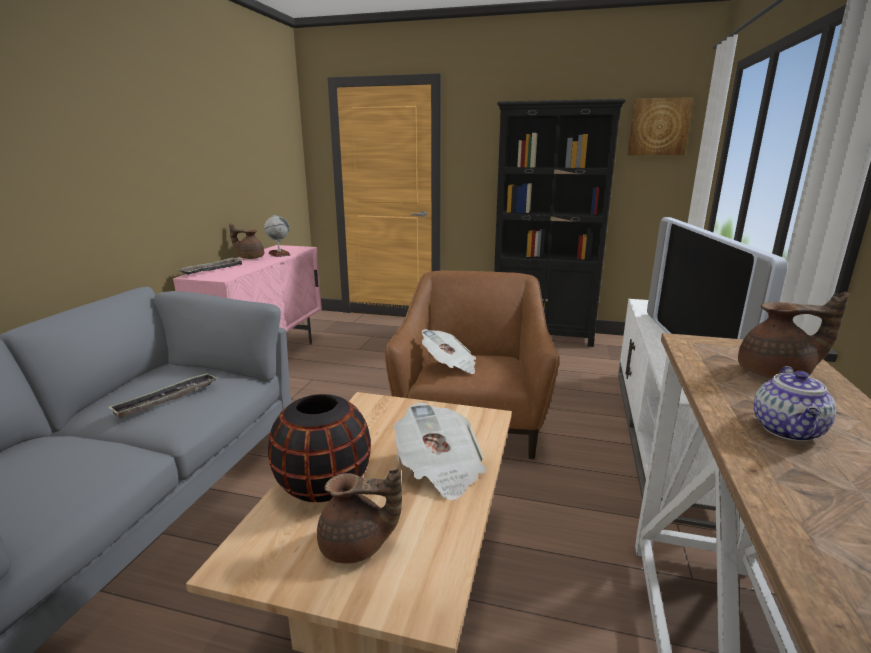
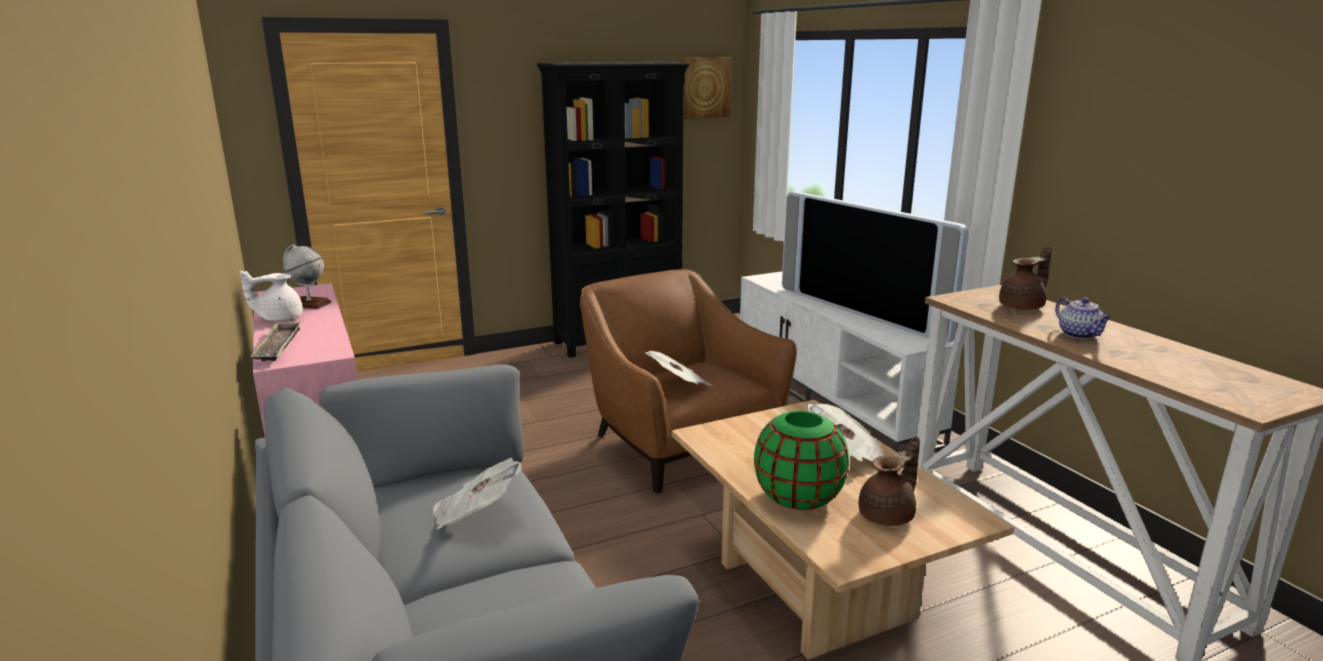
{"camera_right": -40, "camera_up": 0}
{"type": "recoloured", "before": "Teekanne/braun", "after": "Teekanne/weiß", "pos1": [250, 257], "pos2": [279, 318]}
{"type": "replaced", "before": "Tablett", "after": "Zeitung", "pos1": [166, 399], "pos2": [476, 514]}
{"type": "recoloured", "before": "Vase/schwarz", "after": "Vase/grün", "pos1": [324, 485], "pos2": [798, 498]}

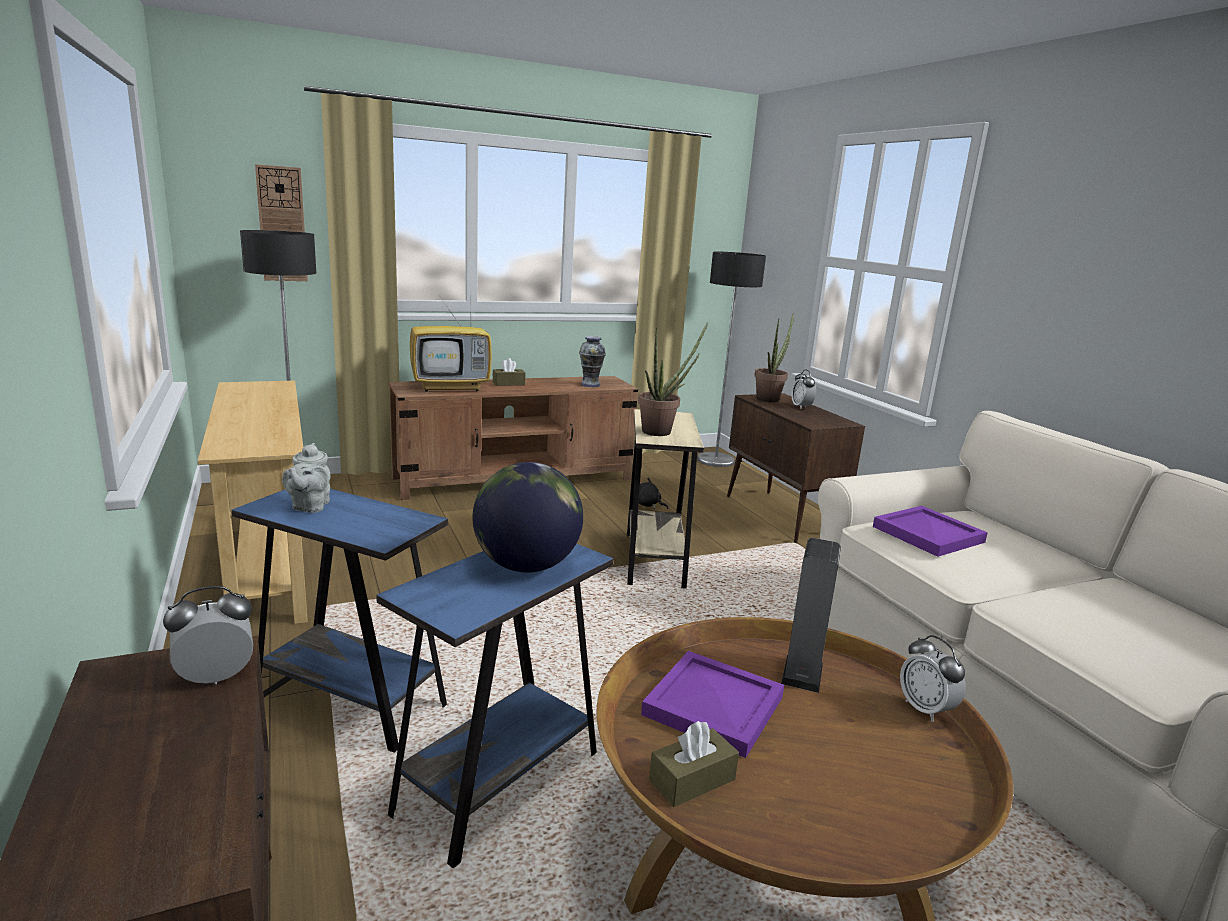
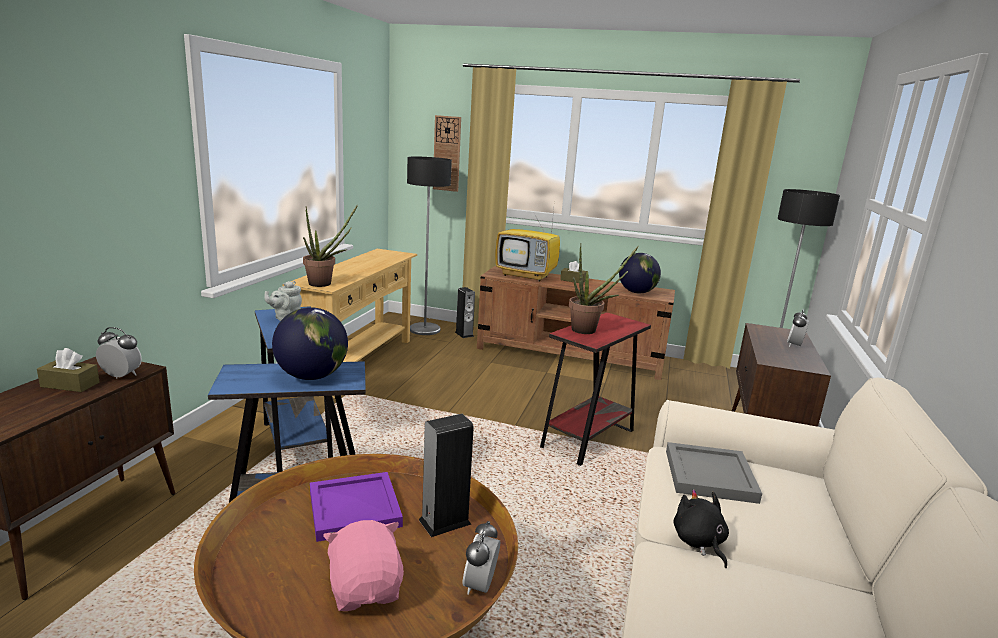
{"camera_right": 40, "camera_up": 0}
{"type": "moved", "before": "Taschentuchbox/braun", "pos1": [692, 780], "pos2": [70, 384]}
{"type": "moved", "before": "Topfpflanze", "pos1": [770, 398], "pos2": [325, 284]}
{"type": "added", "after": "Plüschtier/rosa", "pos2": [366, 589]}
{"type": "added", "after": "Lautsprecher", "pos2": [464, 334]}
{"type": "recoloured", "before": "Beistelltisch/beige", "after": "Beistelltisch/rot", "pos1": [654, 560], "pos2": [588, 439]}
{"type": "replaced", "before": "Vase", "after": "Globus", "pos1": [590, 385], "pos2": [637, 292]}
{"type": "recoloured", "before": "Tablett/lila", "after": "Tablett/grau", "pos1": [927, 533], "pos2": [710, 475]}
{"type": "moved", "before": "Plüschtier/schwarz", "pos1": [648, 505], "pos2": [699, 542]}

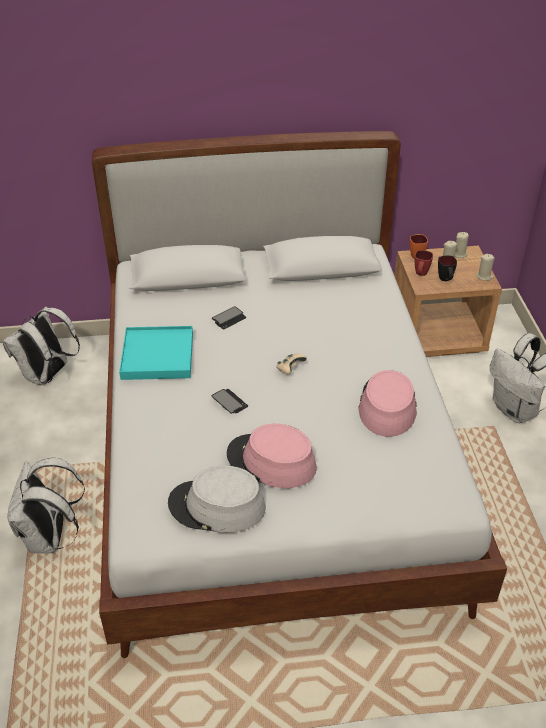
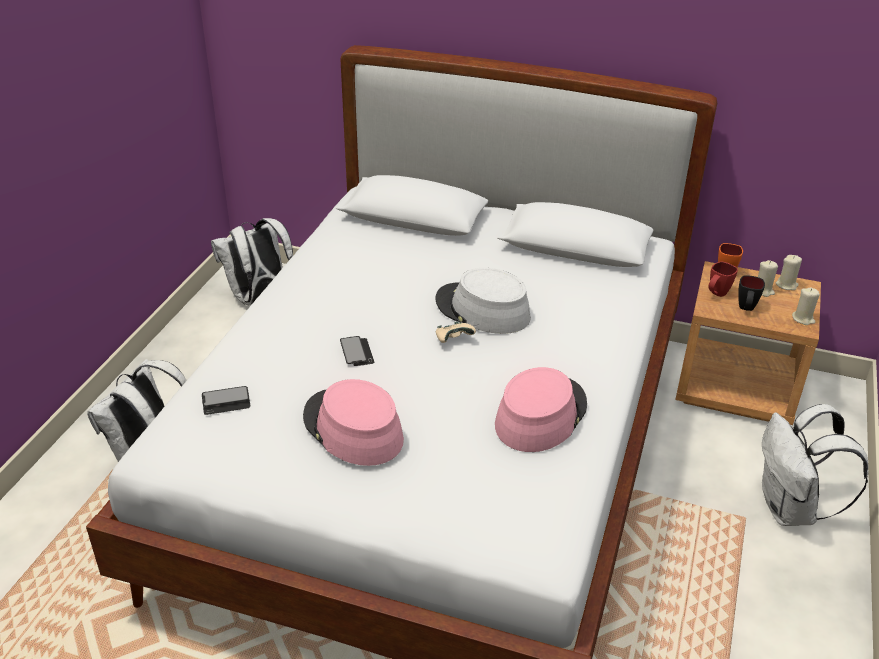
{"camera_right": 25, "camera_up": -5}
{"type": "moved", "before": "Handy", "pos1": [229, 319], "pos2": [226, 401]}
{"type": "moved", "before": "Hut/grau", "pos1": [217, 506], "pos2": [482, 310]}
{"type": "removed", "before": "Tablett/türkis", "pos1": [157, 356]}

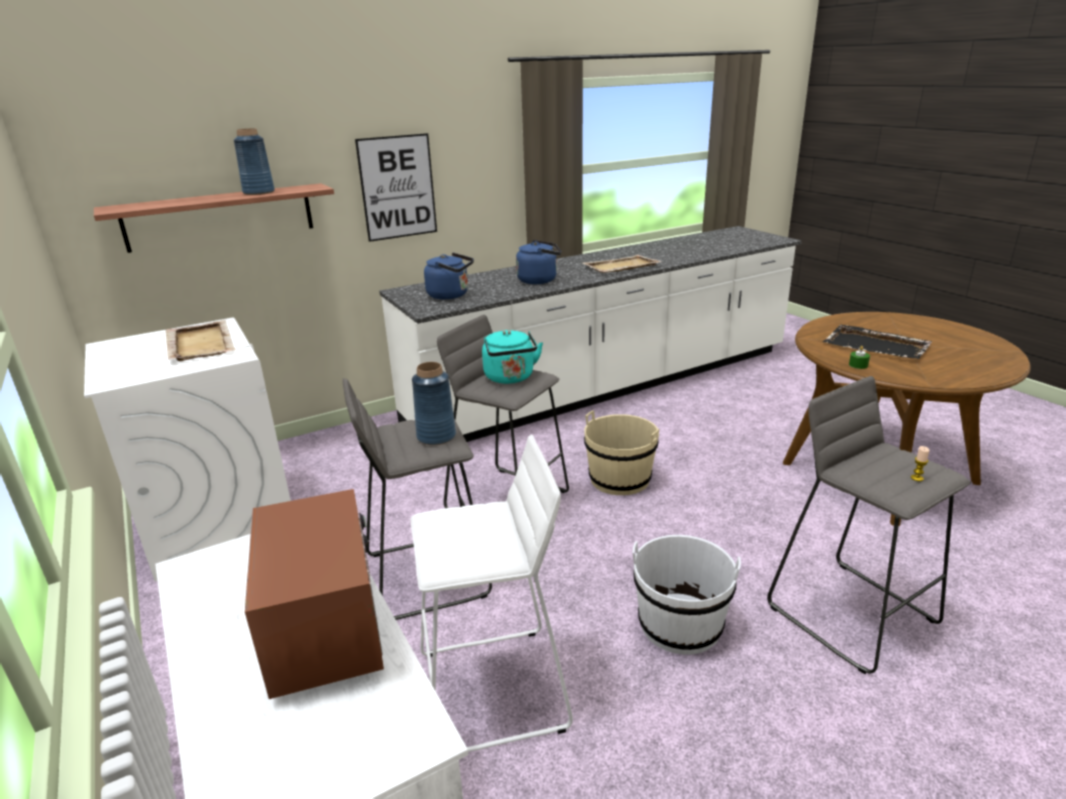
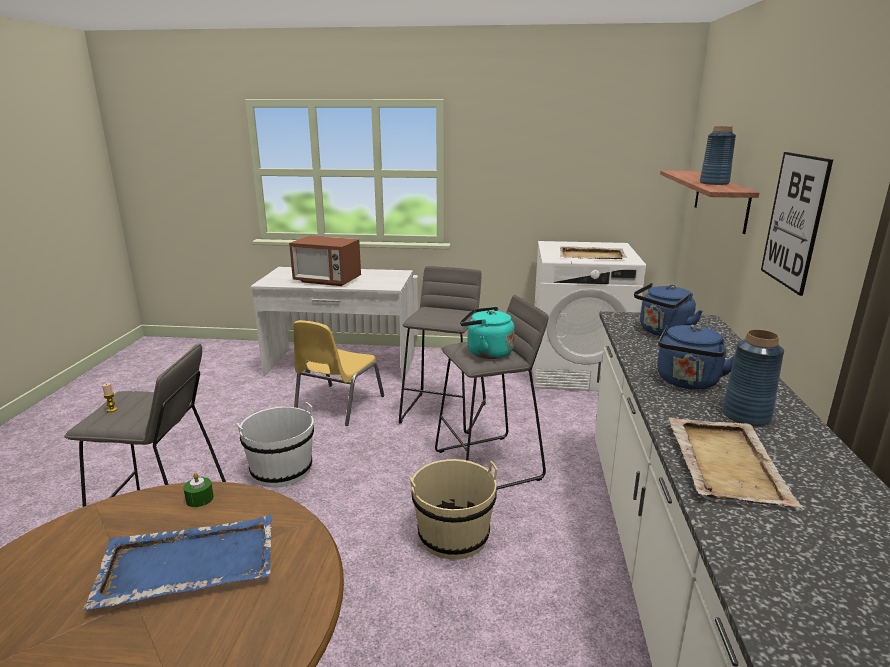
{"camera_right": 125, "camera_up": -5}
{"type": "recoloured", "before": "Tablett/schwarz", "after": "Tablett/blau", "pos1": [877, 346], "pos2": [186, 564]}
{"type": "replaced", "before": "Hocker/weiß", "after": "Stuhl/gelb", "pos1": [493, 690], "pos2": [338, 405]}
{"type": "moved", "before": "Vase/blau", "pos1": [436, 436], "pos2": [746, 416]}

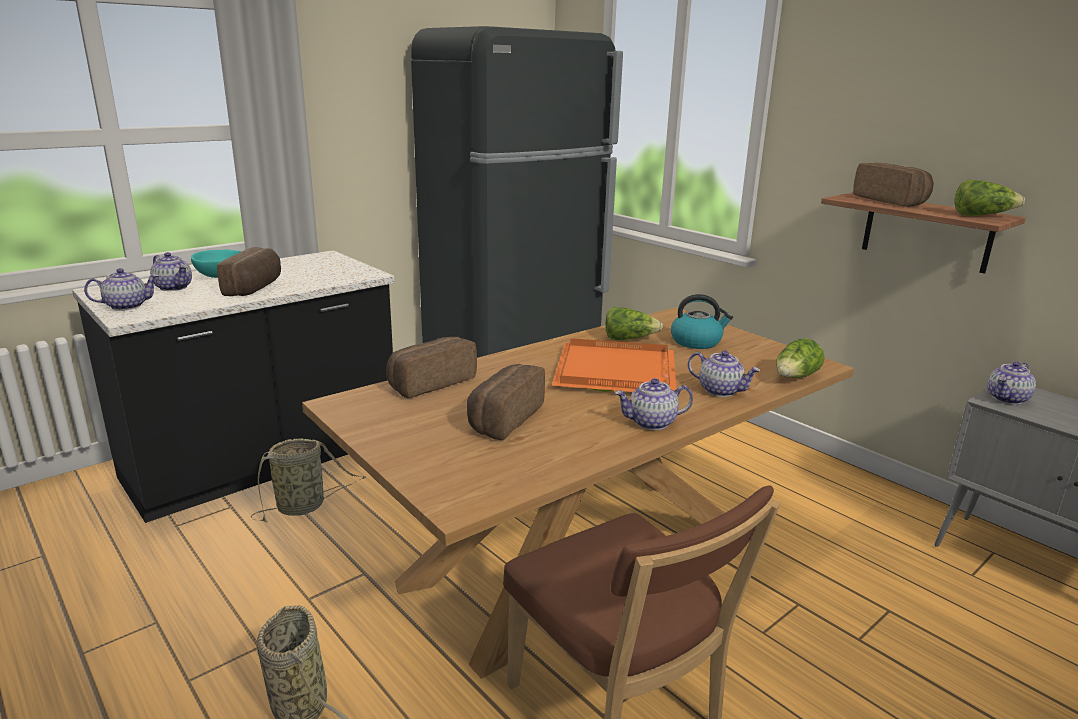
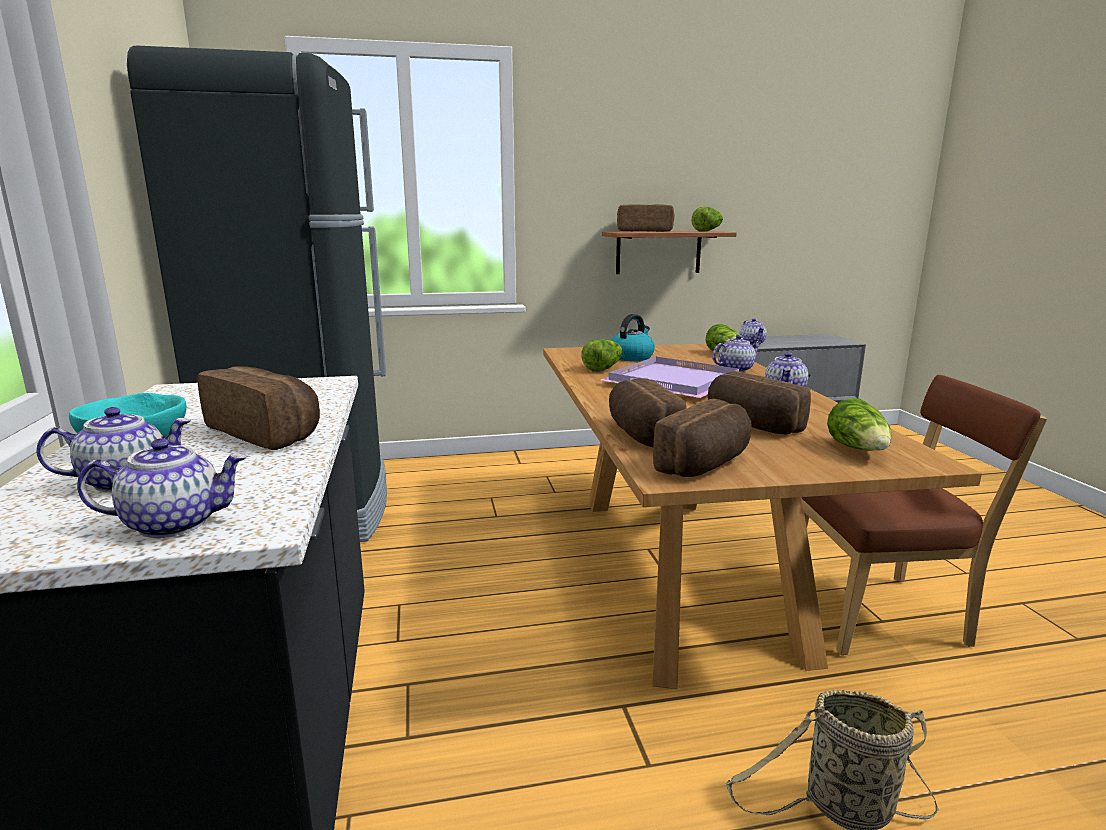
{"camera_right": -60, "camera_up": -5}
{"type": "turned", "before": "Teekanne", "pos1": [127, 306], "pos2": [175, 523], "turn": 75}
{"type": "recoloured", "before": "Tablett/orange", "after": "Tablett/lila", "pos1": [618, 373], "pos2": [676, 382]}
{"type": "added", "after": "Brot", "pos2": [706, 464]}
{"type": "added", "after": "Salatkopf", "pos2": [859, 450]}
{"type": "removed", "before": "Korb", "pos1": [304, 506]}

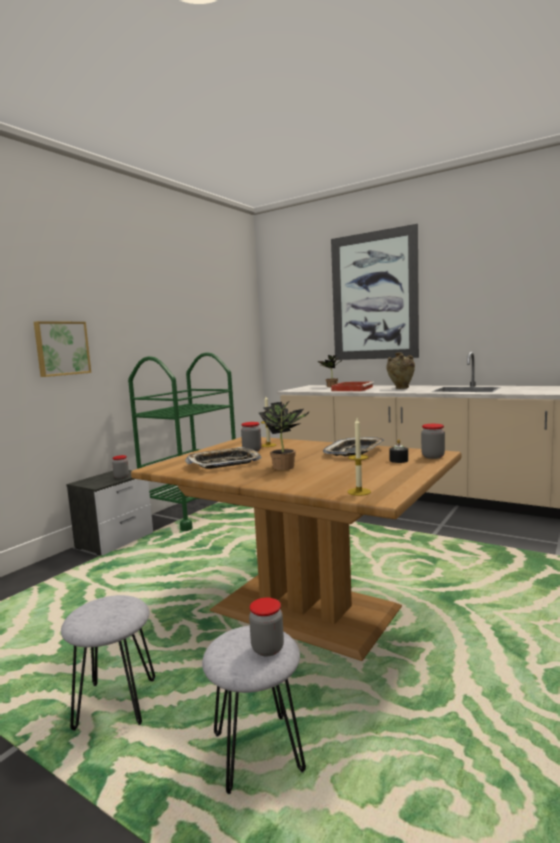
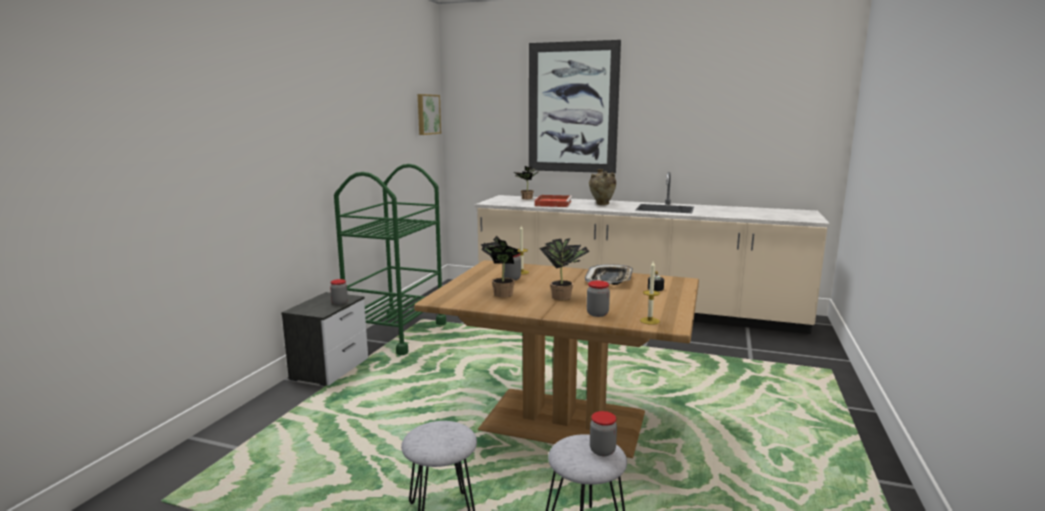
{"camera_right": -15, "camera_up": 5}
{"type": "moved", "before": "Bild", "pos1": [61, 348], "pos2": [427, 114]}
{"type": "replaced", "before": "Tablett", "after": "Topfpflanze", "pos1": [224, 463], "pos2": [500, 294]}
{"type": "moved", "before": "Vorratsglas", "pos1": [433, 456], "pos2": [597, 314]}

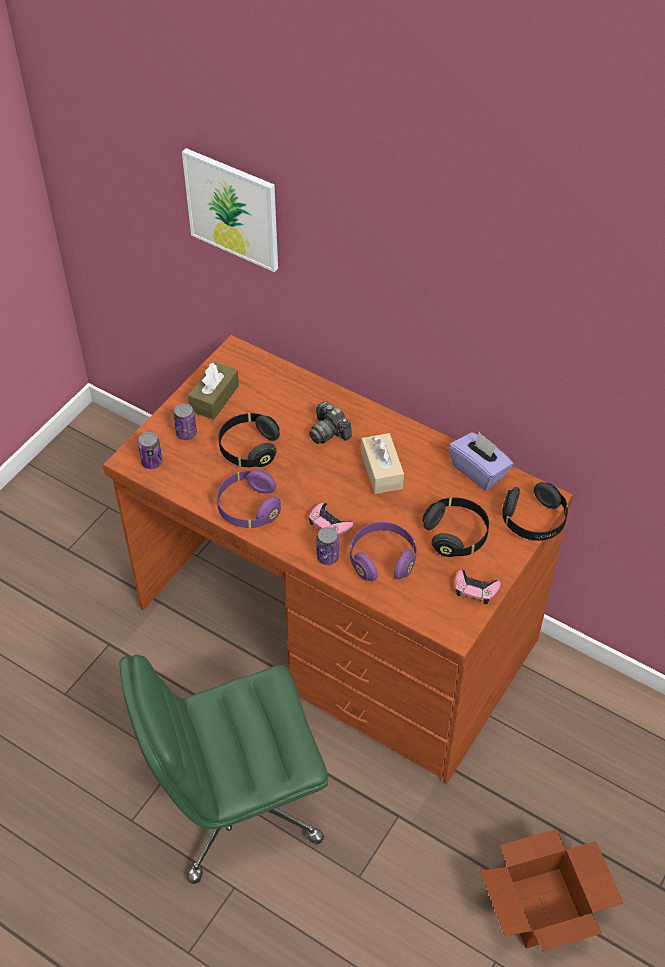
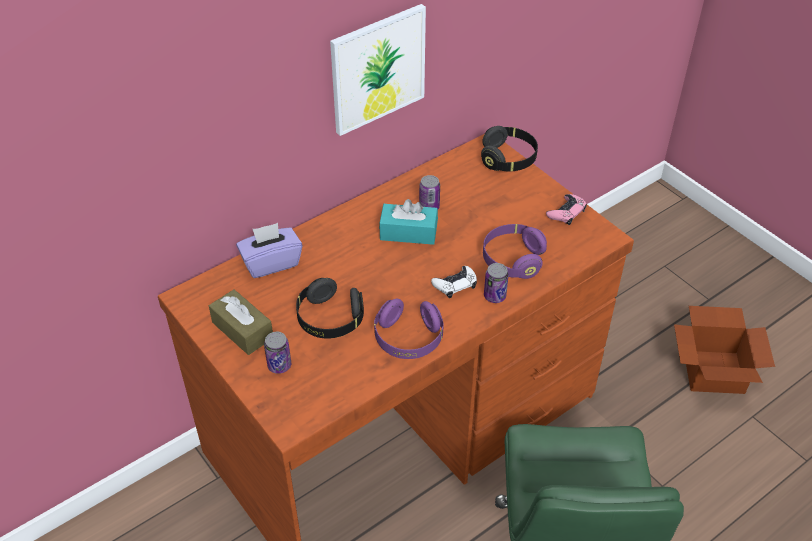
{"camera_right": -70, "camera_up": -5}
{"type": "moved", "before": "Taschentuchbox/lila", "pos1": [479, 471], "pos2": [271, 263]}
{"type": "moved", "before": "Bild", "pos1": [232, 209], "pos2": [378, 69]}
{"type": "recoloured", "before": "Taschentuchbox/beige", "after": "Taschentuchbox/türkis", "pos1": [381, 471], "pos2": [408, 232]}
{"type": "moved", "before": "Dose", "pos1": [152, 462], "pos2": [429, 207]}
{"type": "recoloured", "before": "Gamepad/rosa", "after": "Gamepad/weiß", "pos1": [329, 523], "pos2": [455, 284]}
{"type": "removed", "before": "Kamera", "pos1": [329, 432]}
{"type": "removed", "before": "Kopfhörer/schwarz", "pos1": [456, 535]}

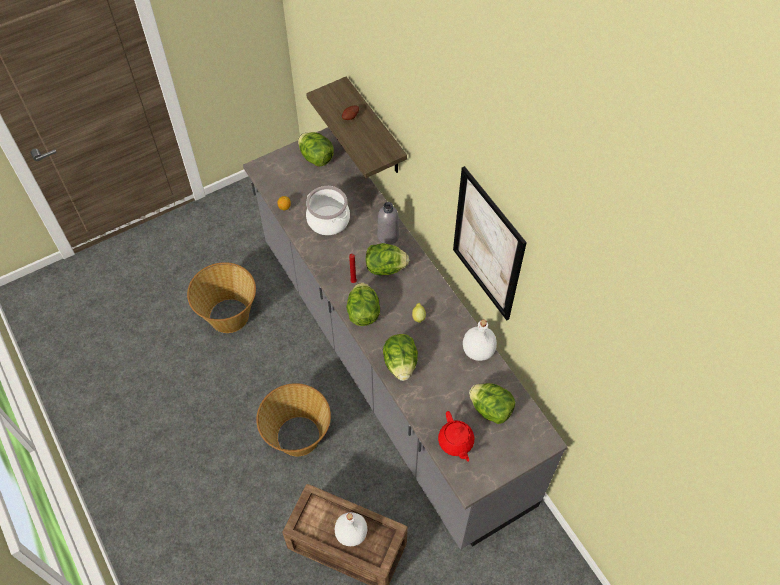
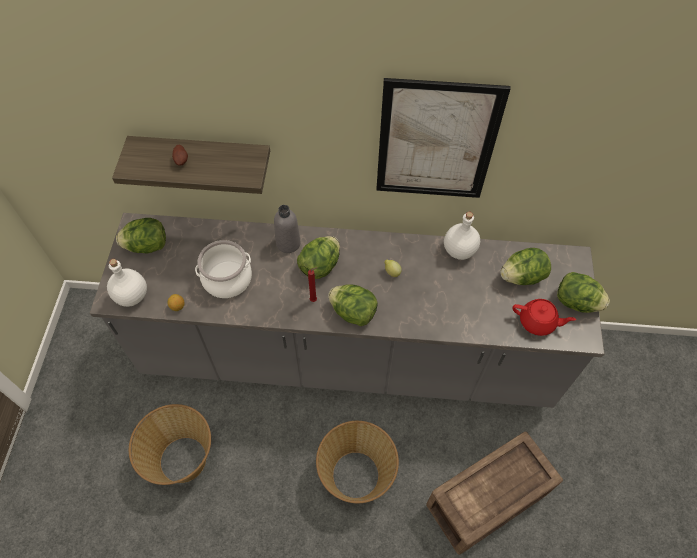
{"camera_right": -55, "camera_up": 0}
{"type": "moved", "before": "Flasche/weiß", "pos1": [352, 534], "pos2": [132, 295]}
{"type": "moved", "before": "Salatkopf", "pos1": [400, 363], "pos2": [576, 302]}

